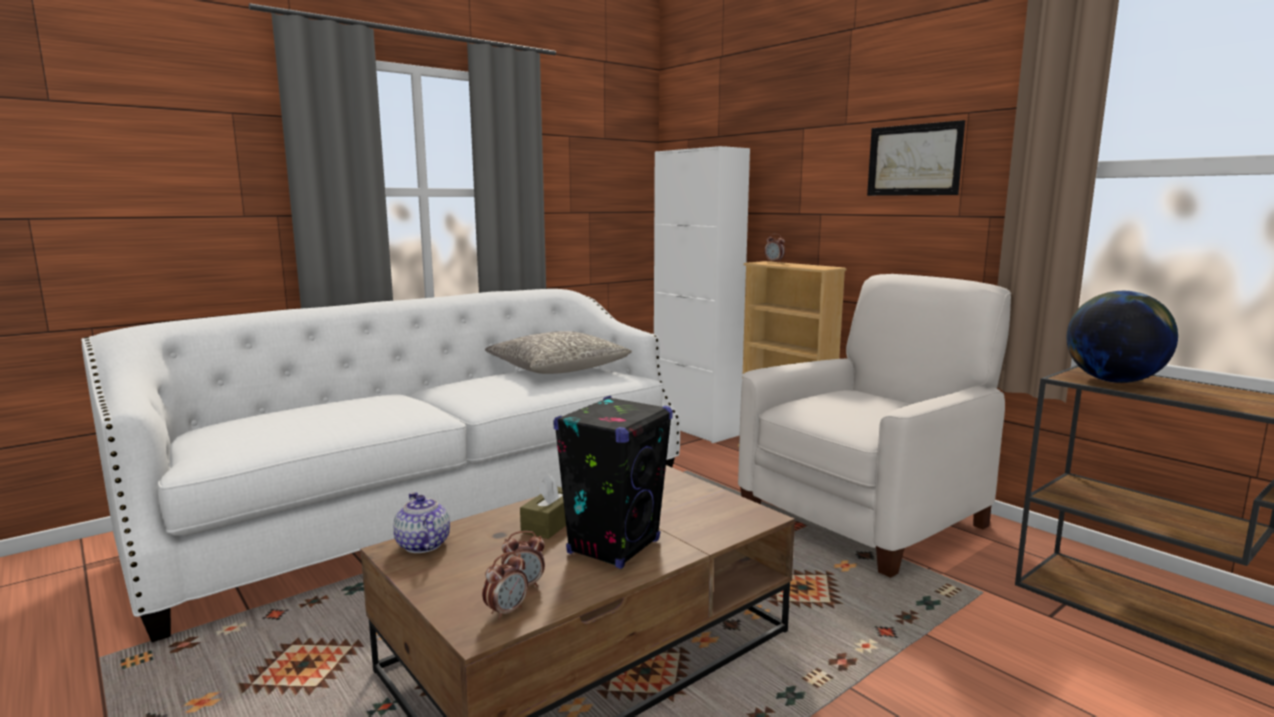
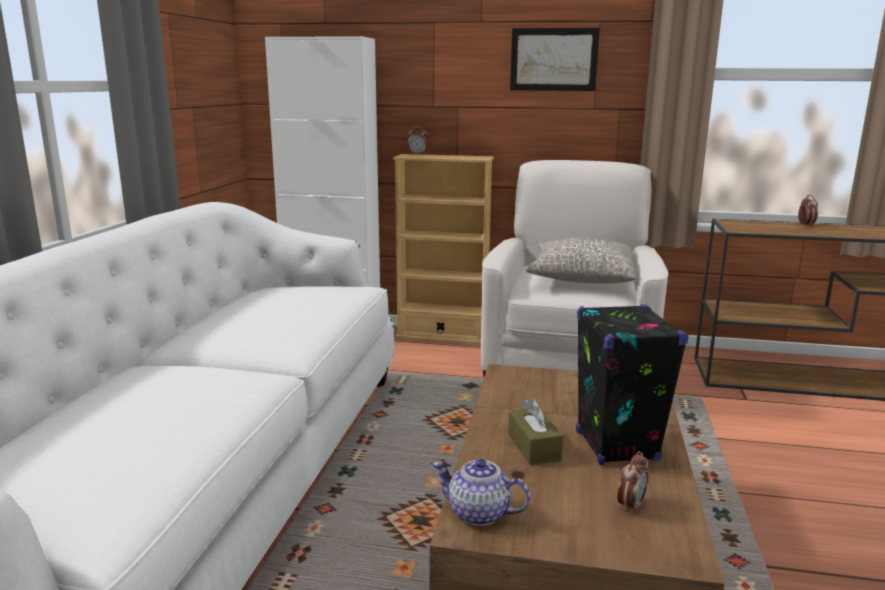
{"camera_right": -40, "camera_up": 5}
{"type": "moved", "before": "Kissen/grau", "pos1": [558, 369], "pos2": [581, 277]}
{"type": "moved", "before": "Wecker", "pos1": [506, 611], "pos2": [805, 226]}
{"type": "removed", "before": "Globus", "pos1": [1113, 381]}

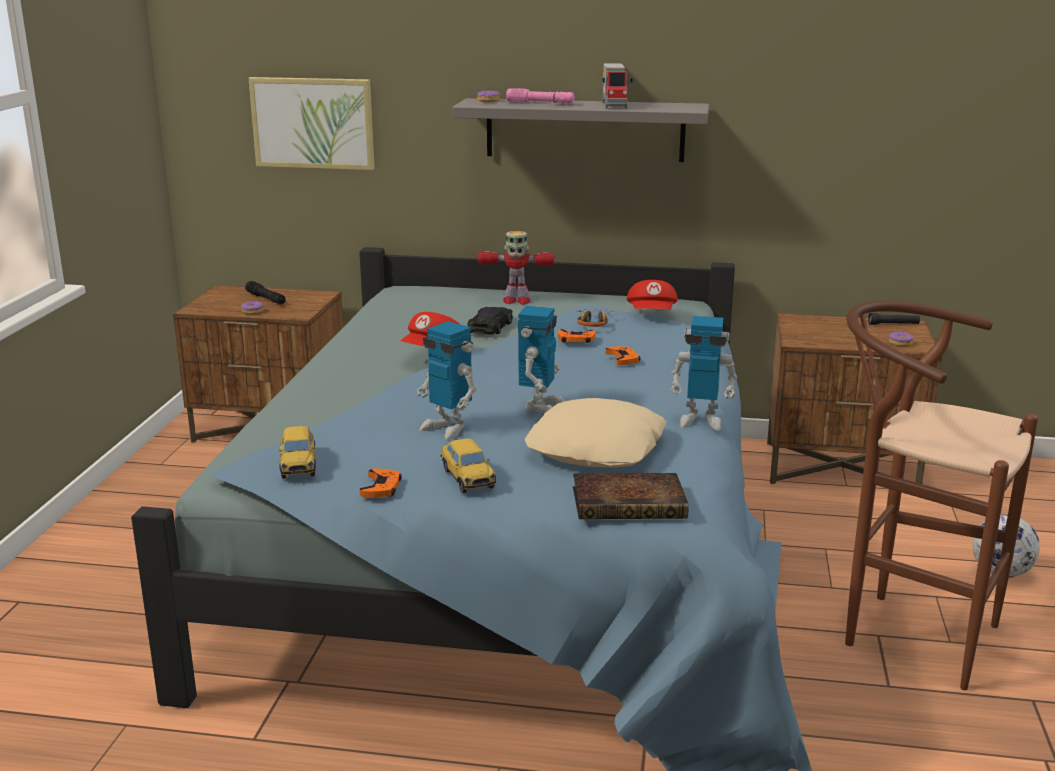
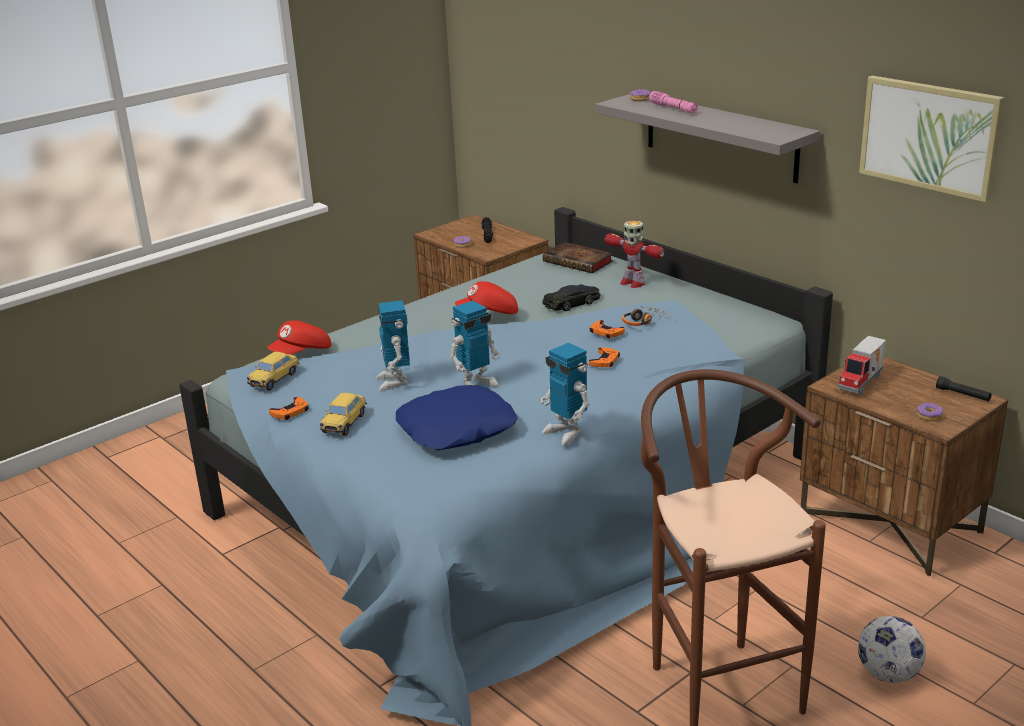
{"camera_right": 40, "camera_up": 5}
{"type": "moved", "before": "Kappe/rot", "pos1": [652, 314], "pos2": [302, 354]}
{"type": "recoloured", "before": "Kissen/beige", "after": "Kissen/blau", "pos1": [597, 448], "pos2": [457, 429]}
{"type": "moved", "before": "Buch", "pos1": [631, 503], "pos2": [579, 262]}
{"type": "moved", "before": "Spielzeuglaster", "pos1": [615, 105], "pos2": [862, 384]}
{"type": "moved", "before": "Bild", "pos1": [313, 123], "pos2": [929, 136]}

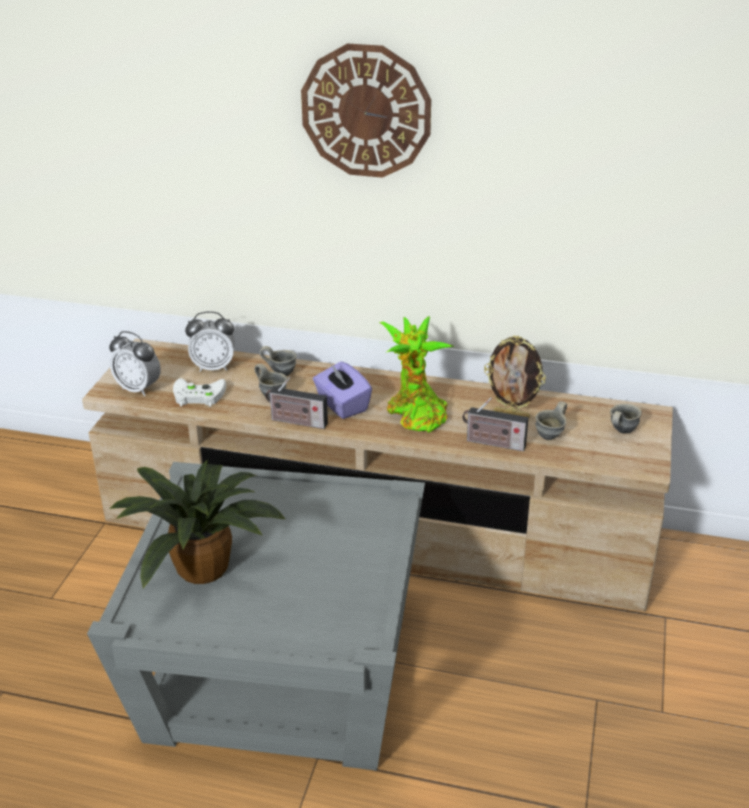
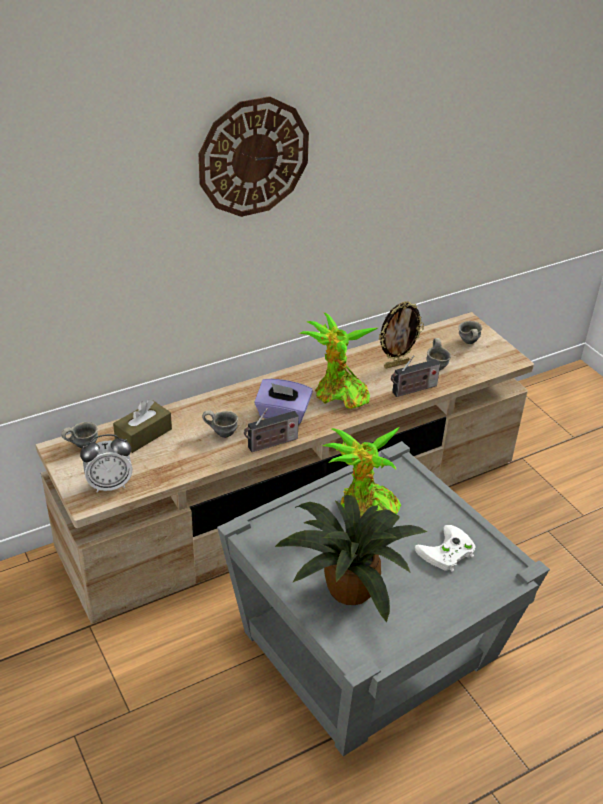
{"camera_right": -45, "camera_up": 5}
{"type": "moved", "before": "Henkelbecher/grau", "pos1": [281, 372], "pos2": [83, 445]}
{"type": "replaced", "before": "Wecker", "after": "Taschentuchbox/braun", "pos1": [213, 367], "pos2": [143, 434]}
{"type": "added", "after": "Topfpflanze", "pos2": [364, 509]}
{"type": "moved", "before": "Gamepad/weiß", "pos1": [197, 396], "pos2": [446, 553]}

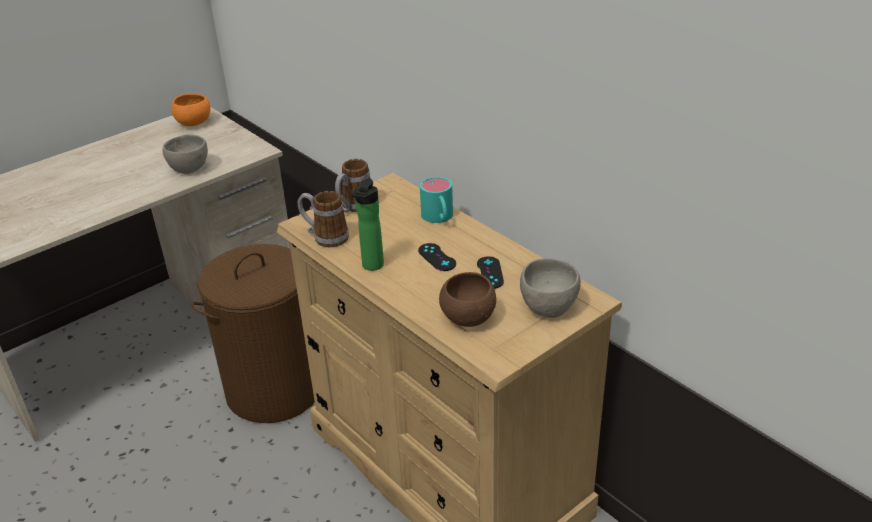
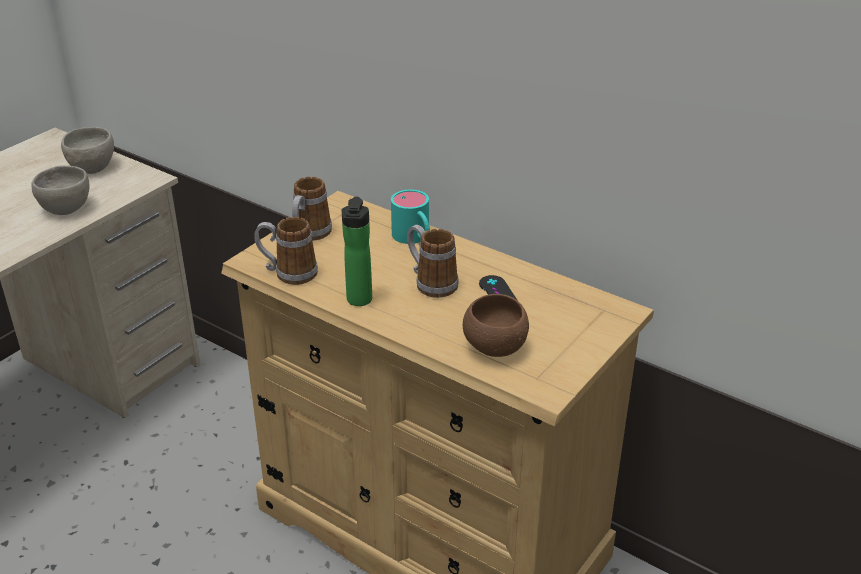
{"camera_right": -15, "camera_up": 0}
{"type": "moved", "before": "Schüssel/grau", "pos1": [547, 307], "pos2": [91, 167]}
{"type": "replaced", "before": "Gamepad/schwarz", "after": "Henkelbecher", "pos1": [437, 257], "pos2": [430, 283]}
{"type": "removed", "before": "Schüssel/orange", "pos1": [194, 123]}
{"type": "removed", "before": "Wäschekorb/braun", "pos1": [275, 389]}

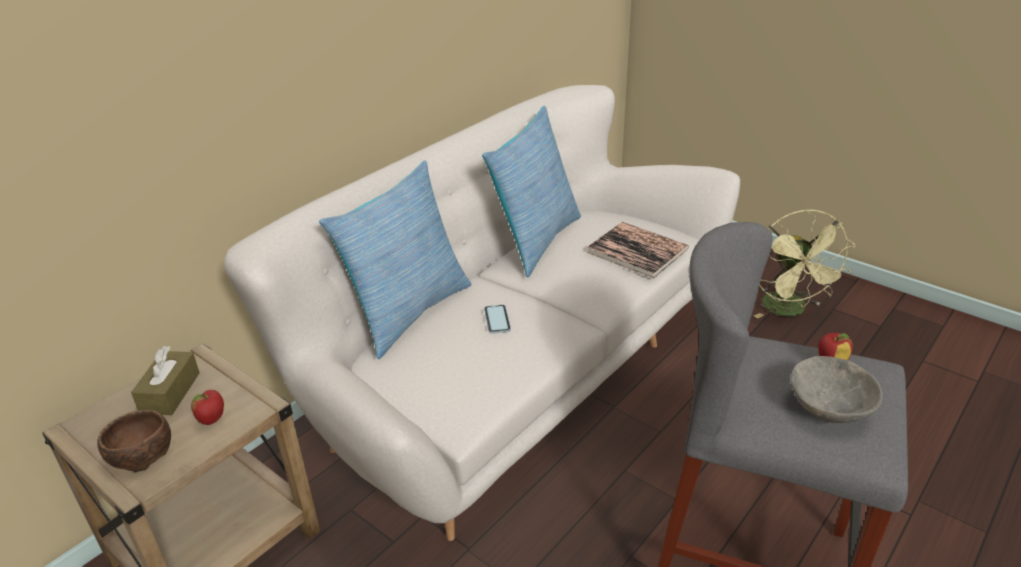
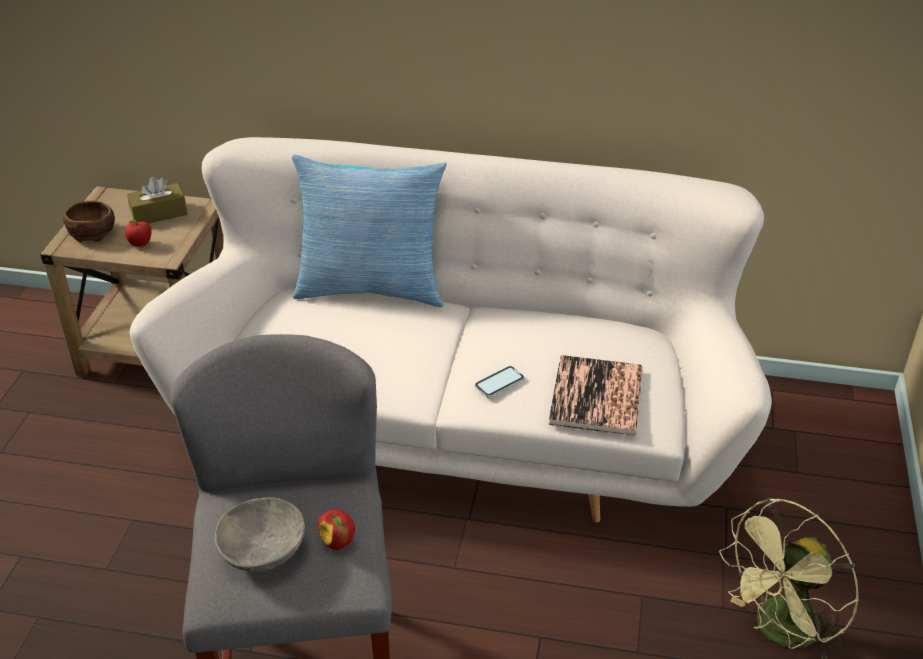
{"camera_right": 60, "camera_up": 5}
{"type": "moved", "before": "Handy", "pos1": [497, 320], "pos2": [499, 383]}
{"type": "removed", "before": "Kissen", "pos1": [535, 241]}

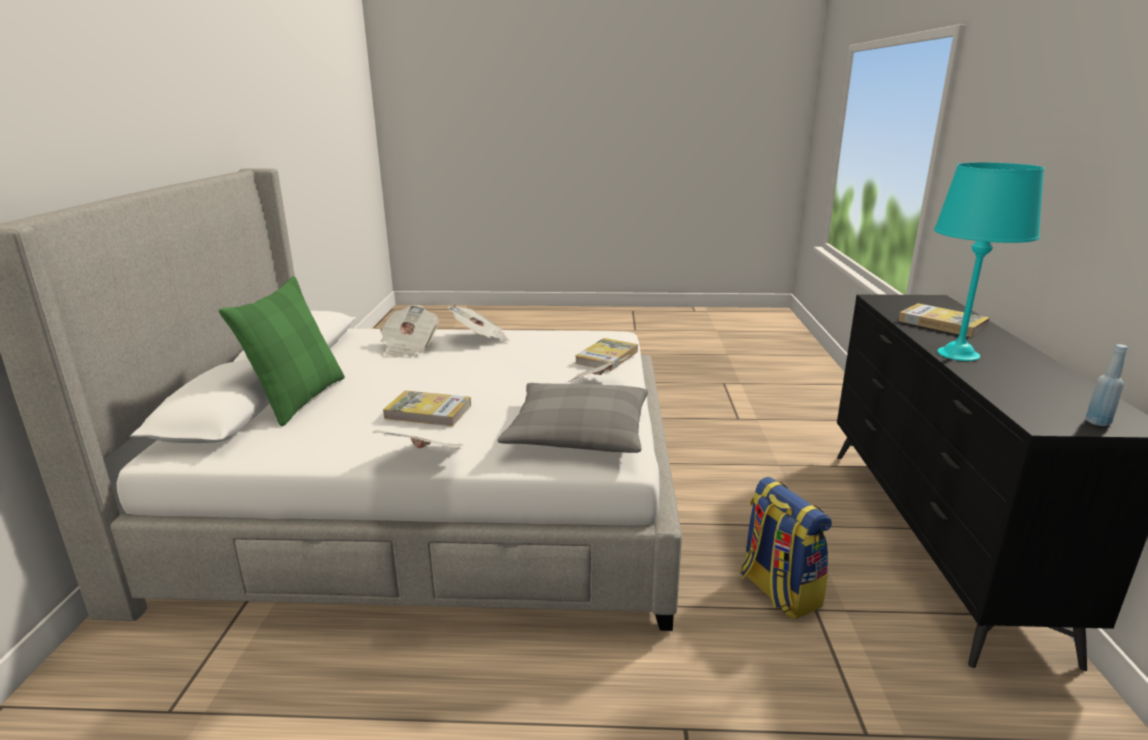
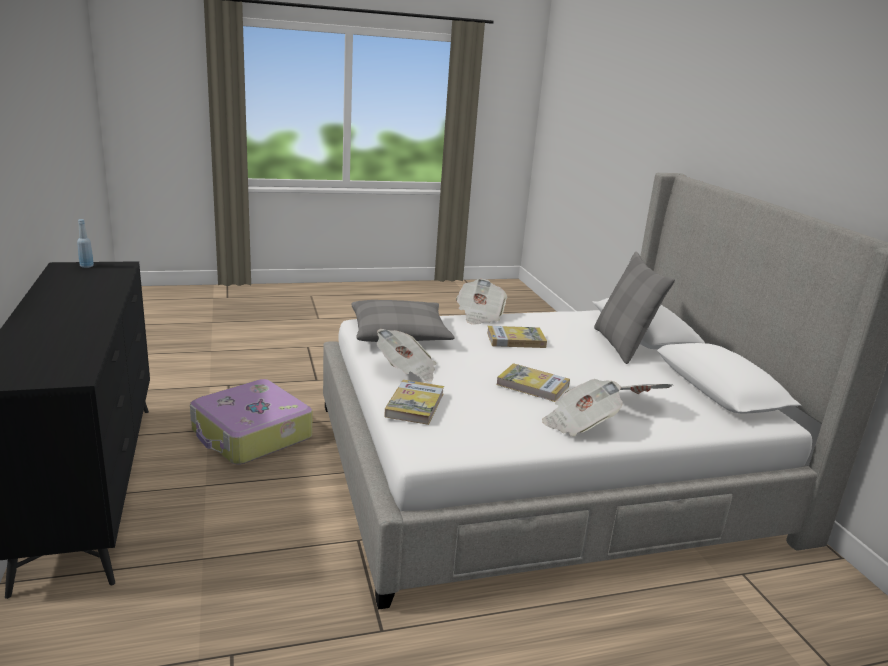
{"camera_right": 160, "camera_up": 0}
{"type": "replaced", "before": "Rucksack", "after": "Koffer", "pos1": [778, 591], "pos2": [251, 435]}
{"type": "moved", "before": "Buch", "pos1": [942, 323], "pos2": [532, 385]}
{"type": "recoloured", "before": "Kissen/grün", "after": "Kissen/grau", "pos1": [299, 399], "pos2": [622, 345]}
{"type": "removed", "before": "Tischlampe/türkis", "pos1": [959, 354]}

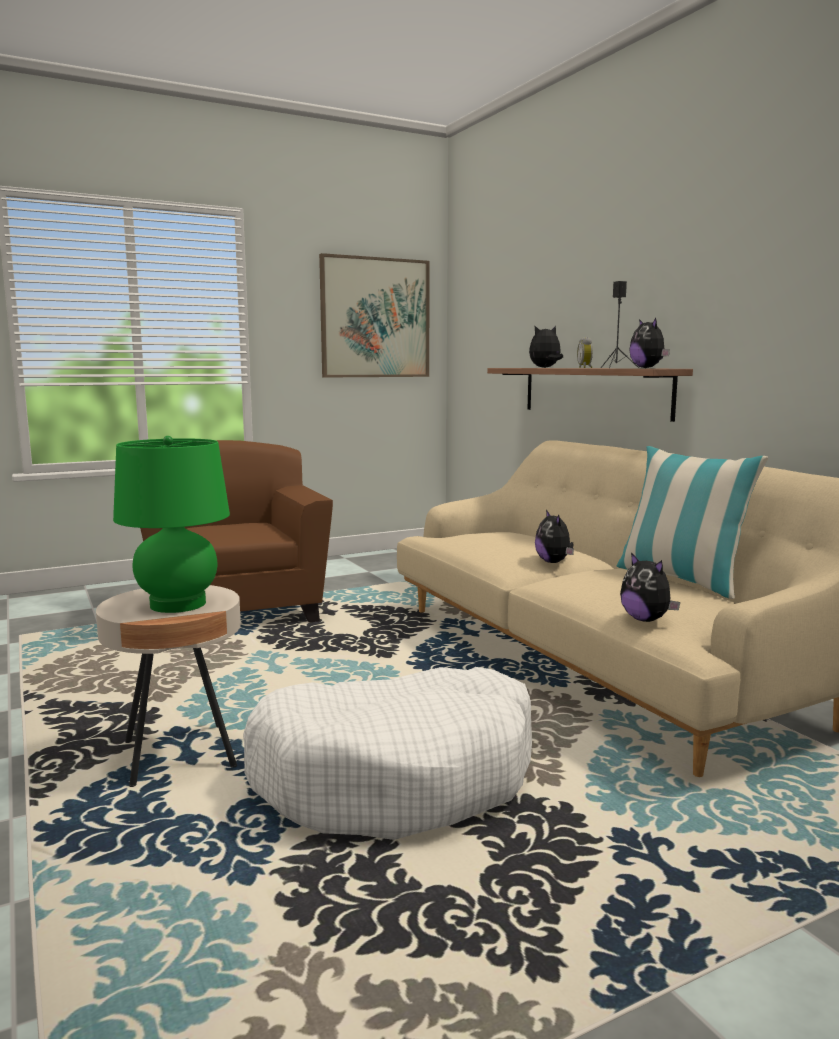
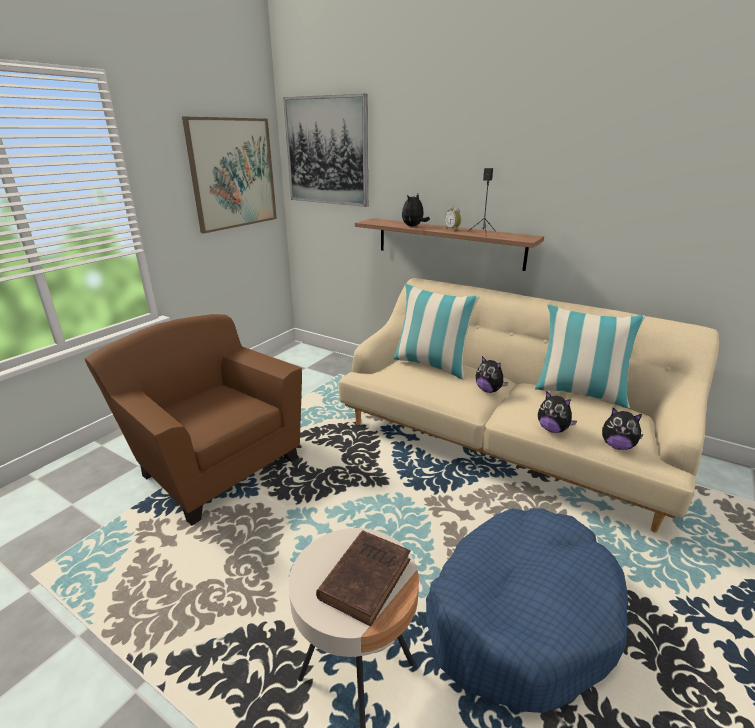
{"camera_right": -30, "camera_up": 15}
{"type": "added", "after": "Bild", "pos2": [327, 151]}
{"type": "replaced", "before": "Tischlampe/grün", "after": "Buch/braun", "pos1": [178, 604], "pos2": [367, 577]}
{"type": "added", "after": "Kissen", "pos2": [431, 364]}
{"type": "recoloured", "before": "Hundebett/weiß", "after": "Hundebett/blau", "pos1": [397, 777], "pos2": [520, 614]}
{"type": "moved", "before": "Plüschtier", "pos1": [648, 368], "pos2": [552, 429]}

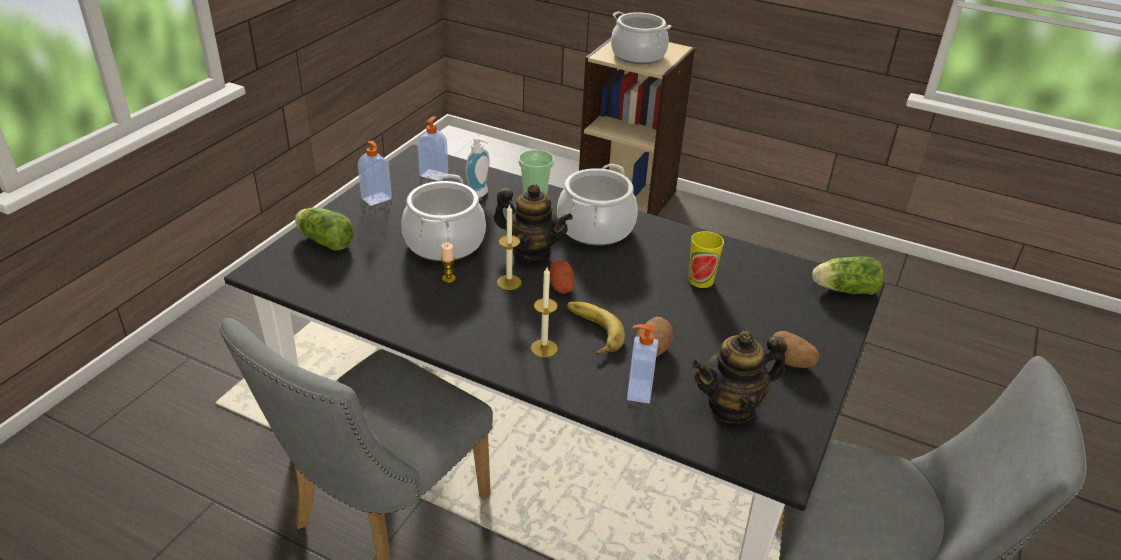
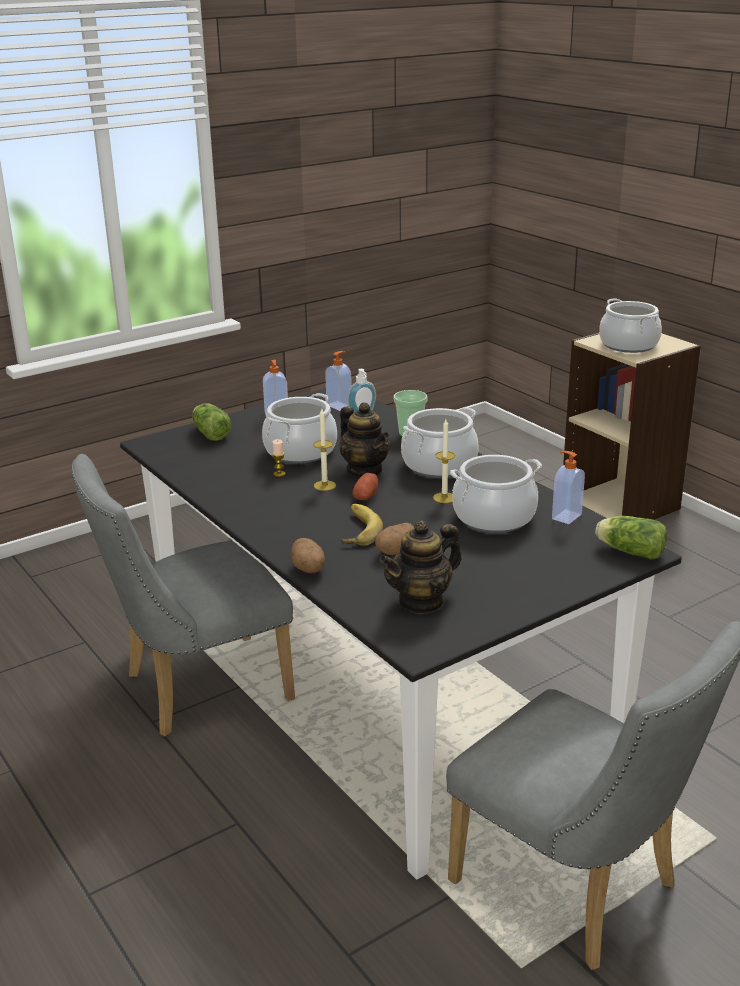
{"camera_right": 30, "camera_up": -10}
{"type": "moved", "before": "Kartoffel", "pos1": [791, 362], "pos2": [309, 569]}
{"type": "turned", "before": "Teekanne", "pos1": [731, 406], "pos2": [422, 601], "turn": -45}
{"type": "moved", "before": "Kerze", "pos1": [544, 348], "pos2": [444, 498]}
{"type": "replaced", "before": "Tasse", "after": "Kochtopf", "pos1": [701, 280], "pos2": [494, 517]}
{"type": "moved", "before": "Seifenspender", "pos1": [638, 391], "pos2": [565, 516]}

